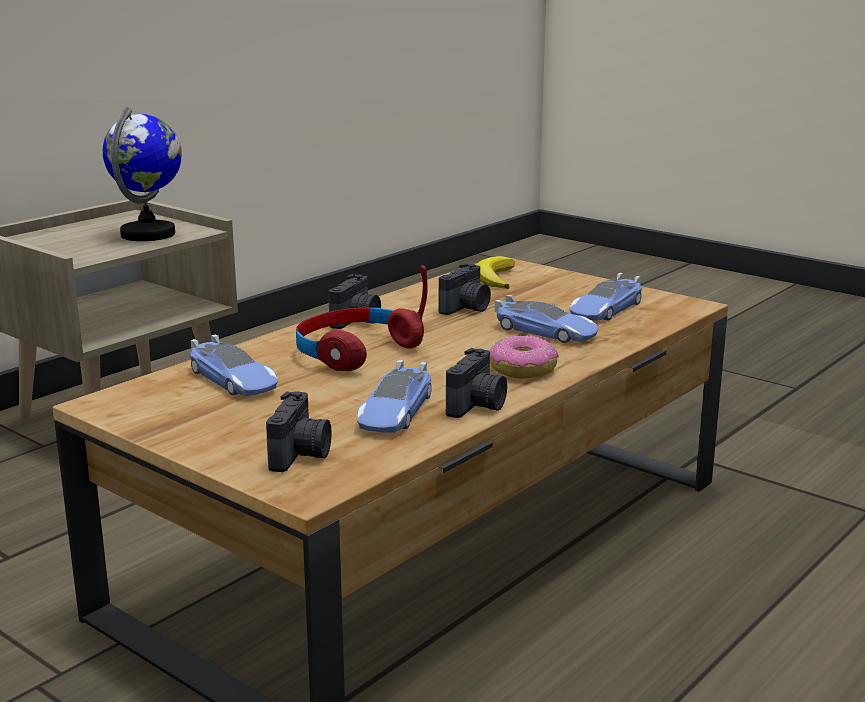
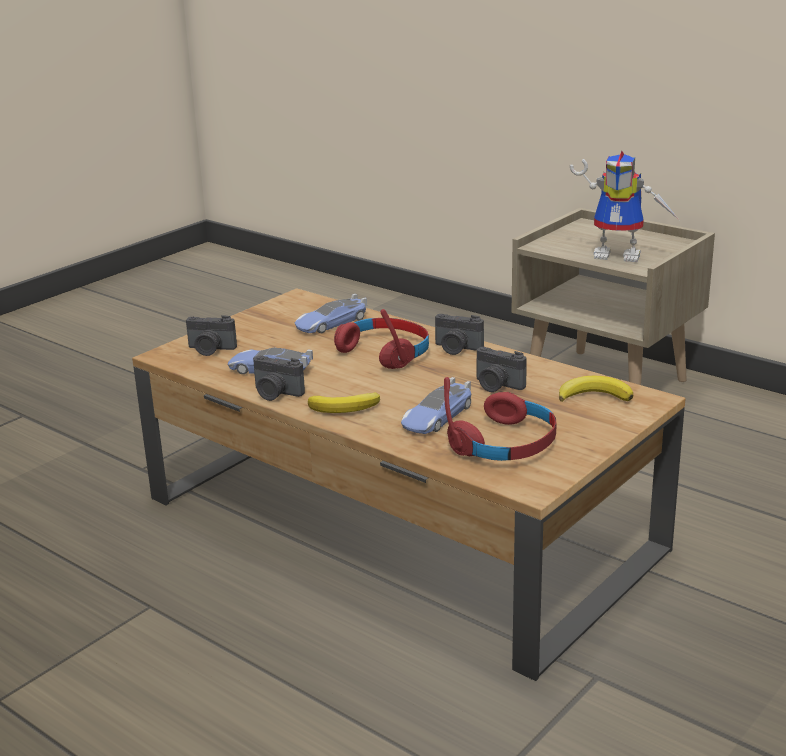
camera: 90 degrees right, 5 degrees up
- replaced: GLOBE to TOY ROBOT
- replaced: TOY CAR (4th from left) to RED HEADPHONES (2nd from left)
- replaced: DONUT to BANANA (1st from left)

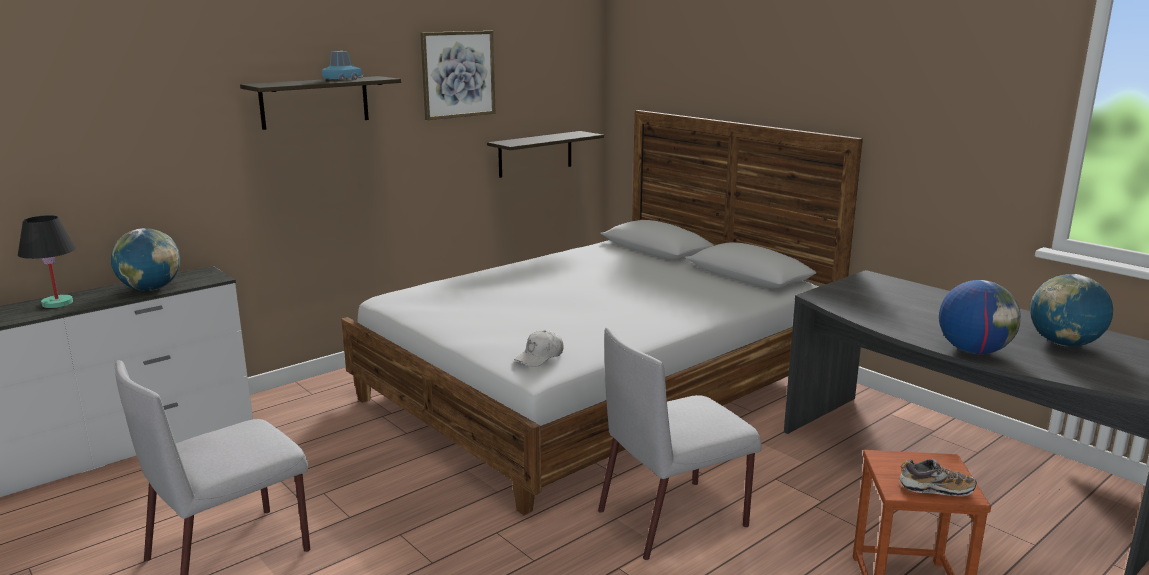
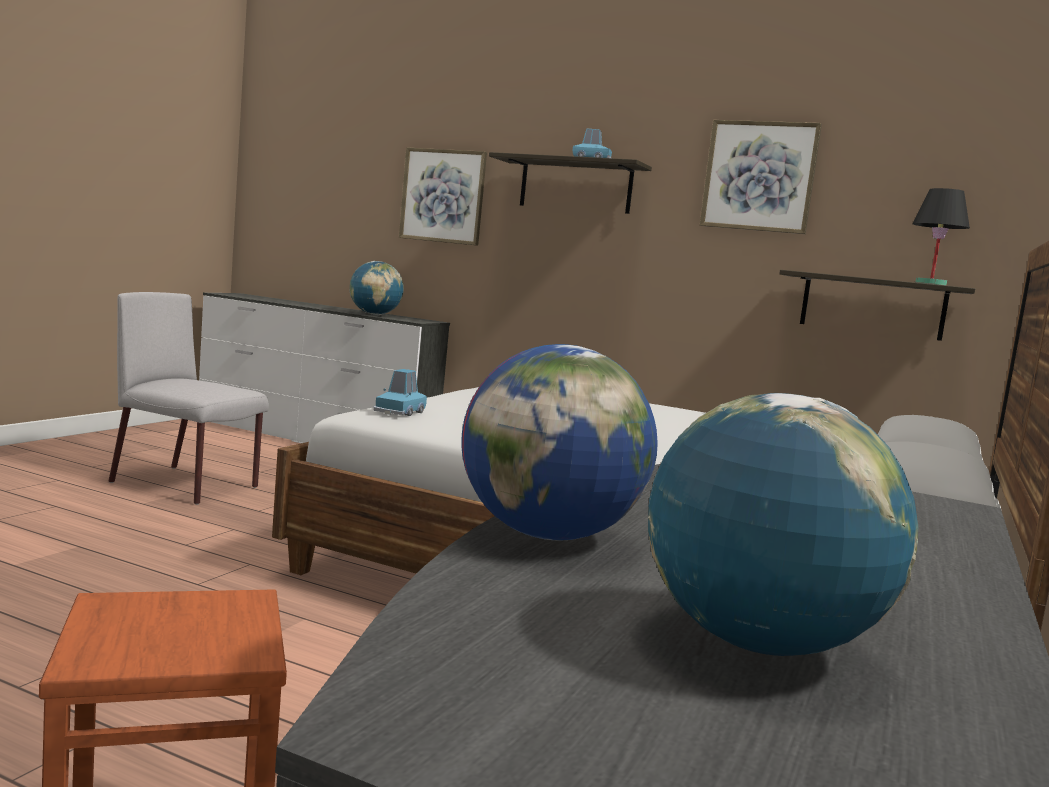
camera: 65 degrees right, 10 degrees down
- moved: BLACK TABLE LAMP
- removed: GREY CHAIR (2nd from left)
- replaced: WHITE CAP to BLUE TOY CAR (1st from left)
- removed: SHOE
- added: PICTURE (1st from left)

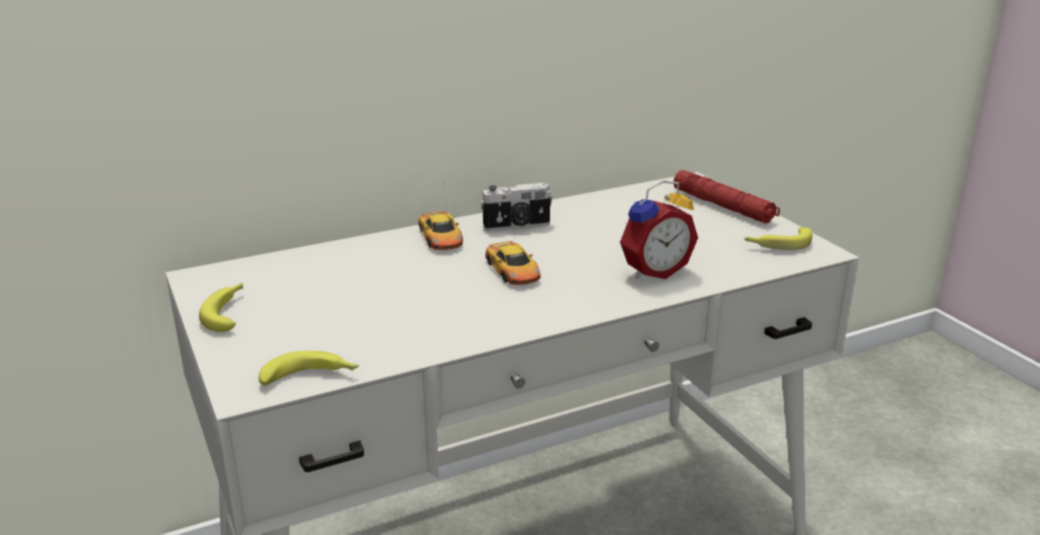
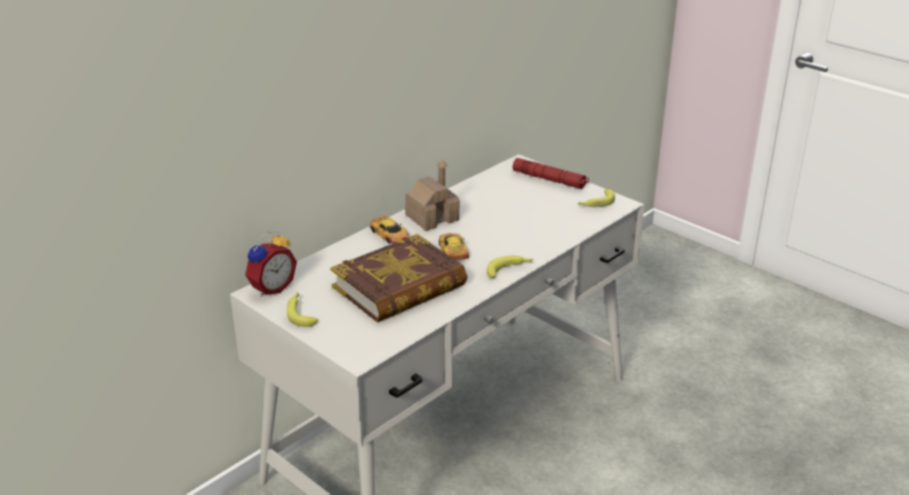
camera: 20 degrees left, 5 degrees up
- moved: ALARM CLOCK
- replaced: PHOTO CAMERA to TOY HOUSE
- turned: TOY CAR (2nd from left) 150 degrees counterclockwise
- moved: BANANA (2nd from left)
- added: BOOK

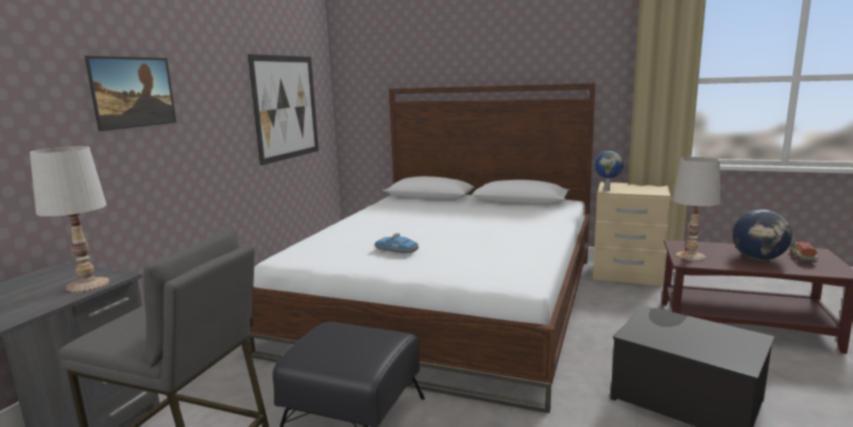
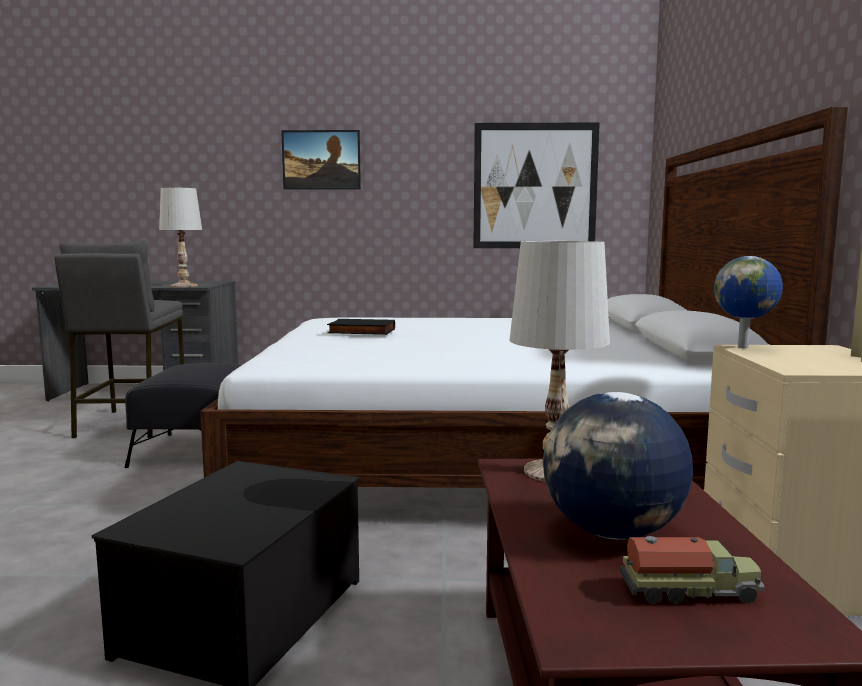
camera: 70 degrees right, 5 degrees down
- replaced: TOY CAR to BLACK BOOK

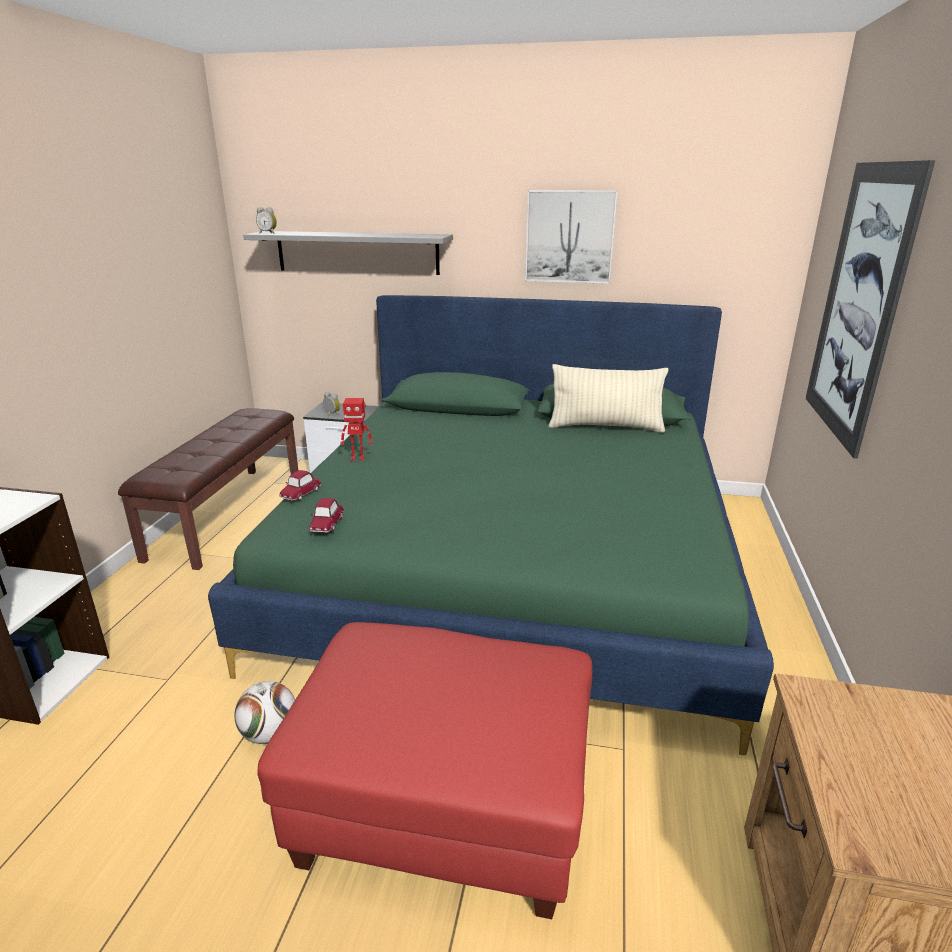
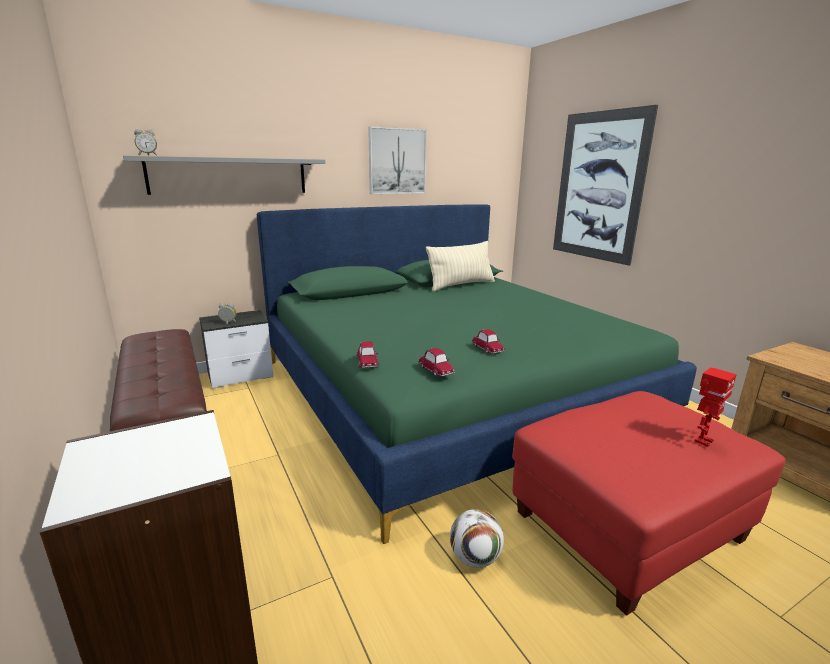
camera: 40 degrees left, 5 degrees down
- moved: TOY ROBOT
- added: TOY CAR (3rd from left)

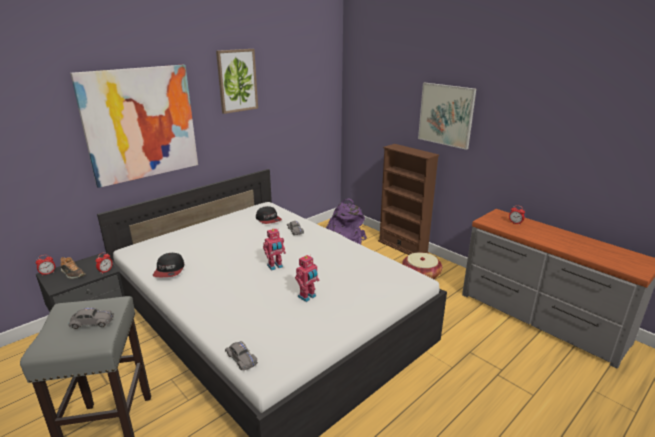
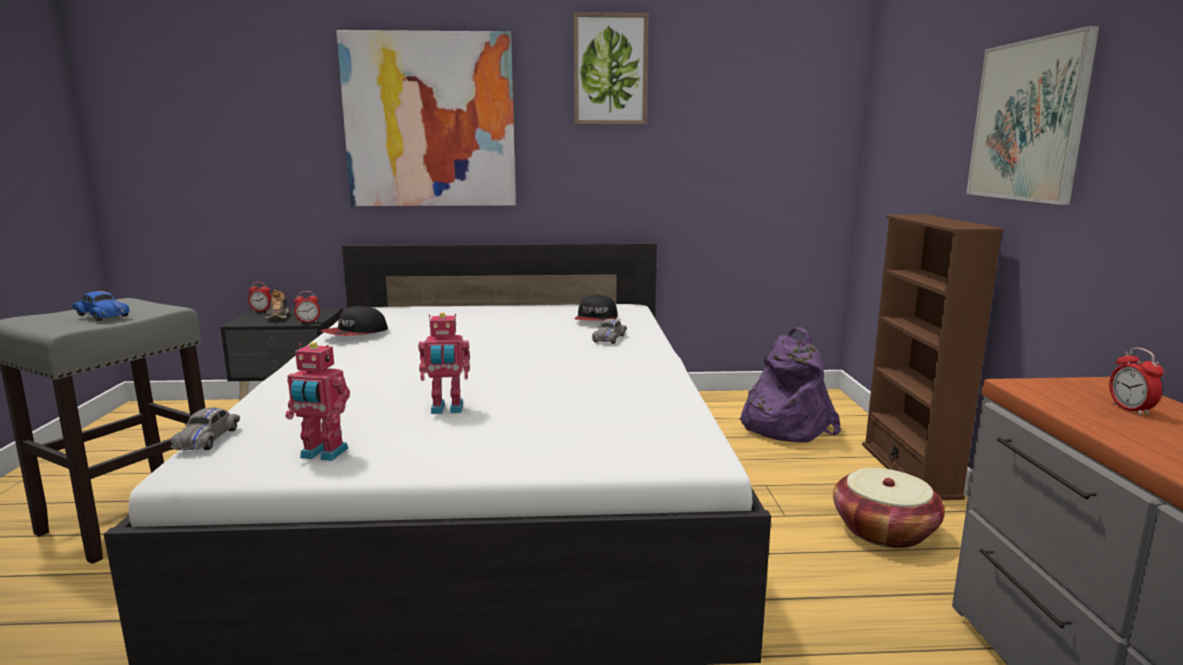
camera: 40 degrees right, 10 degrees down
- moved: TOY ROBOT (1st from left)
- recoloured: GREY TOY CAR (1st from left) to BLUE TOY CAR

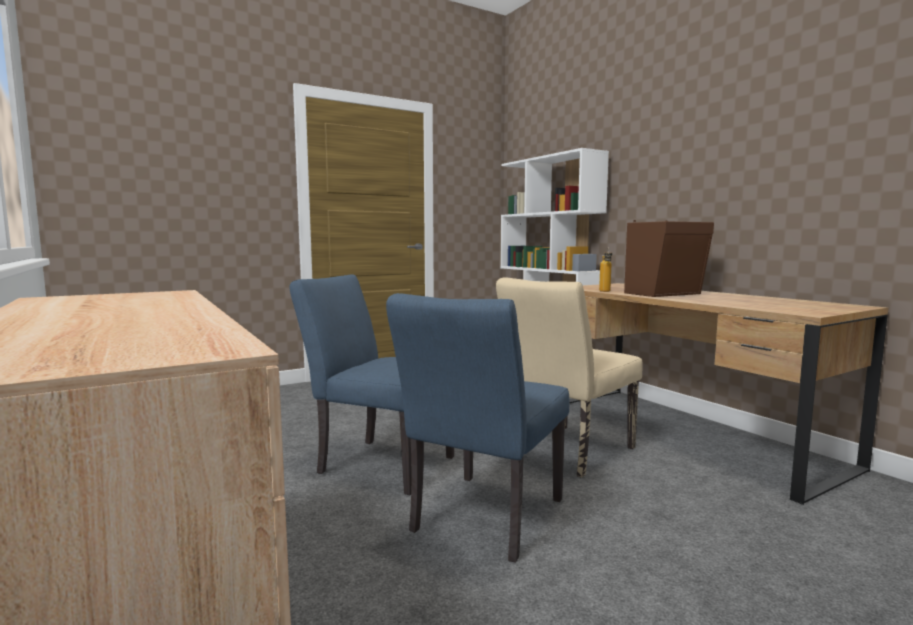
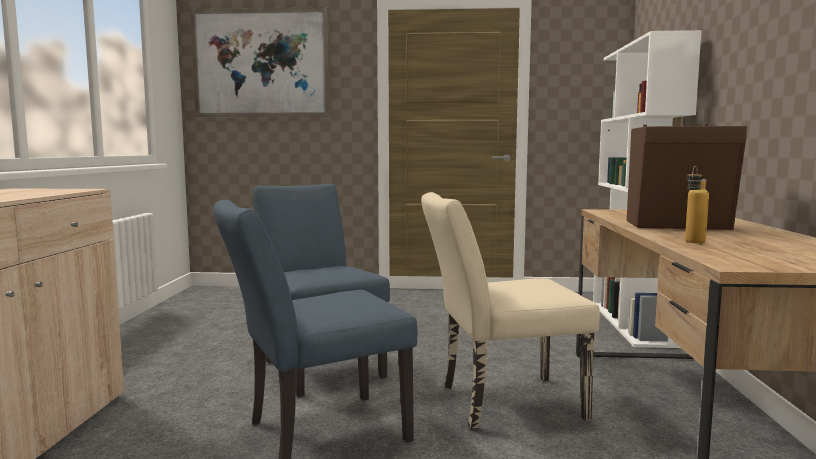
camera: 35 degrees right, 0 degrees up
- moved: BOTTLE
- added: PICTURE

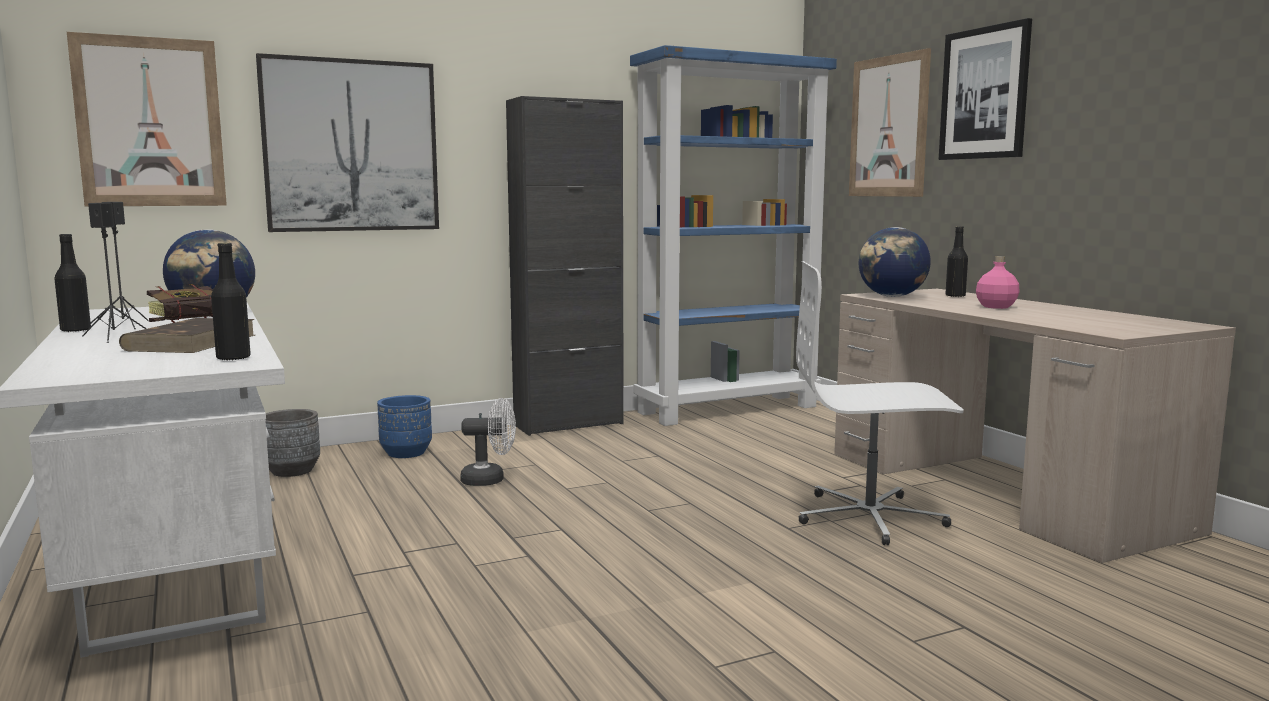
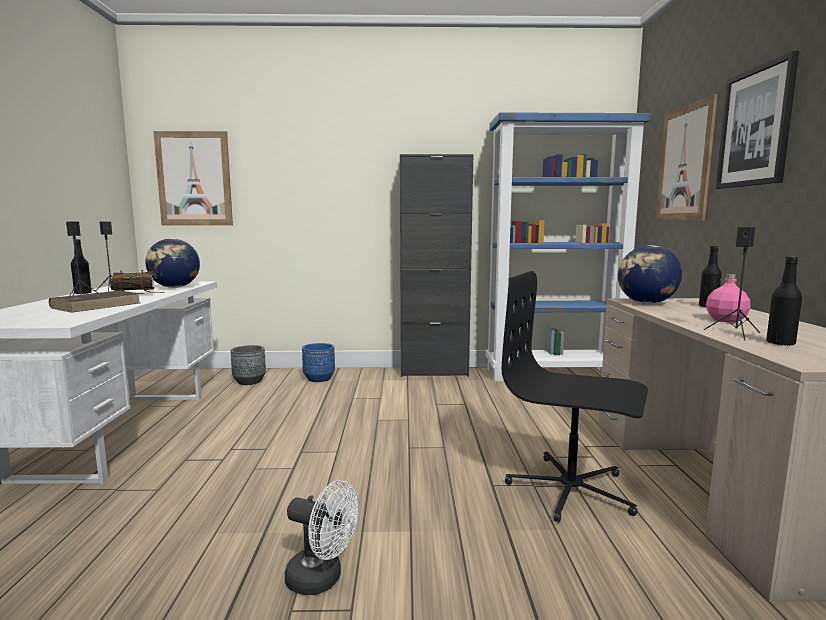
camera: 25 degrees right, 0 degrees up
- removed: PICTURE (2nd from left)
- moved: BLACK BOTTLE (2nd from left in the first image) to BLACK BOTTLE (3rd from left)
- recoloured: WHITE OFFICE CHAIR to BLACK OFFICE CHAIR
- moved: WHITE FAN
- added: BLACK SPEAKER (3rd from left)

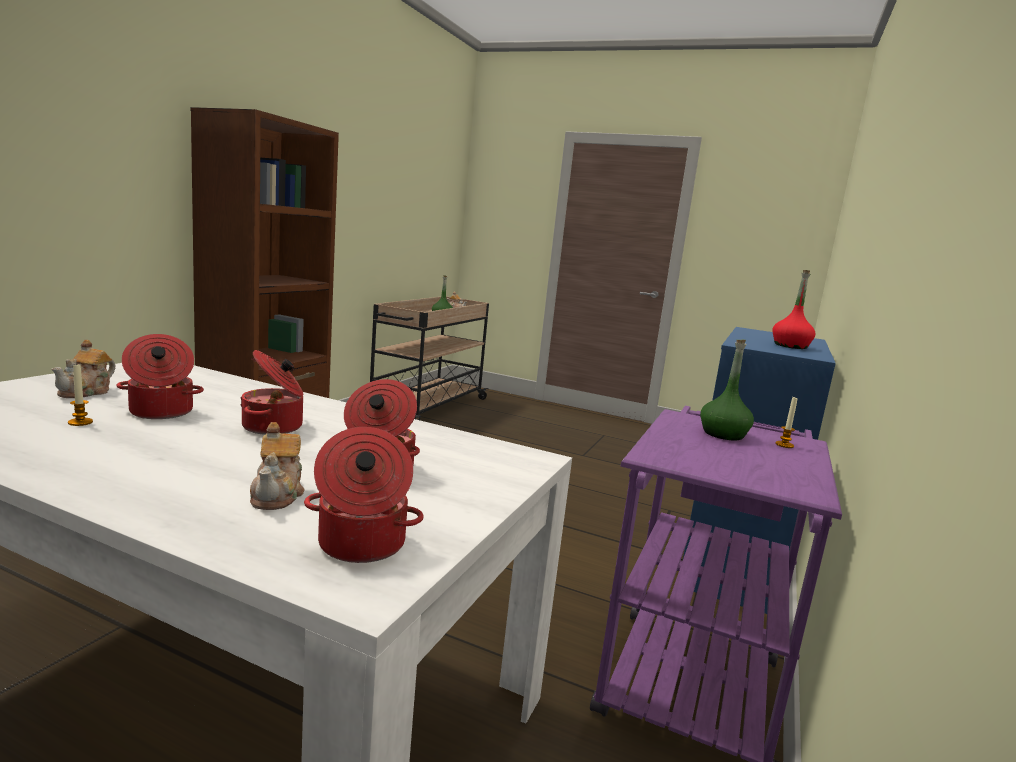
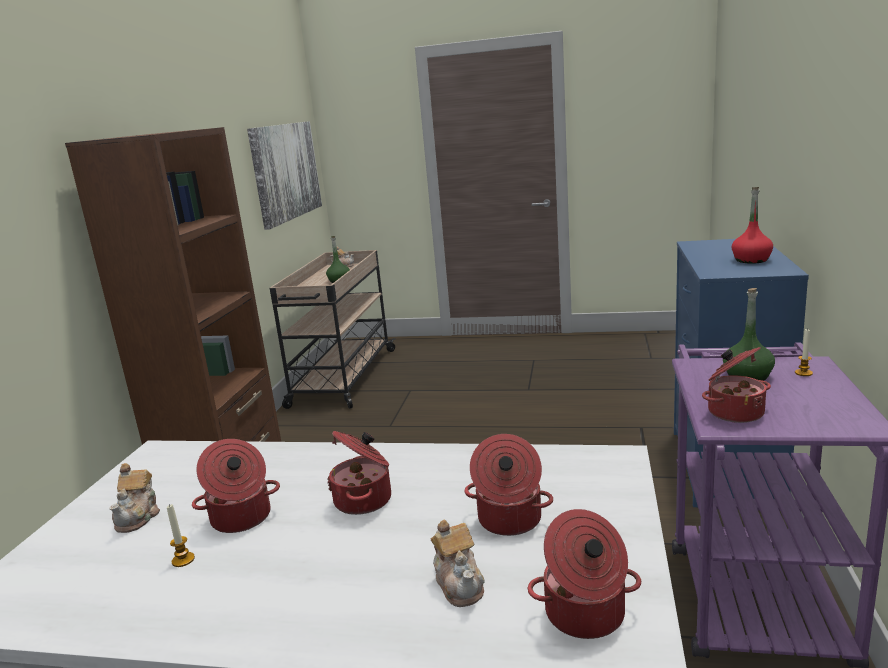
camera: 10 degrees left, 5 degrees up
- added: PICTURE
- added: COOKING POT (5th from left)

